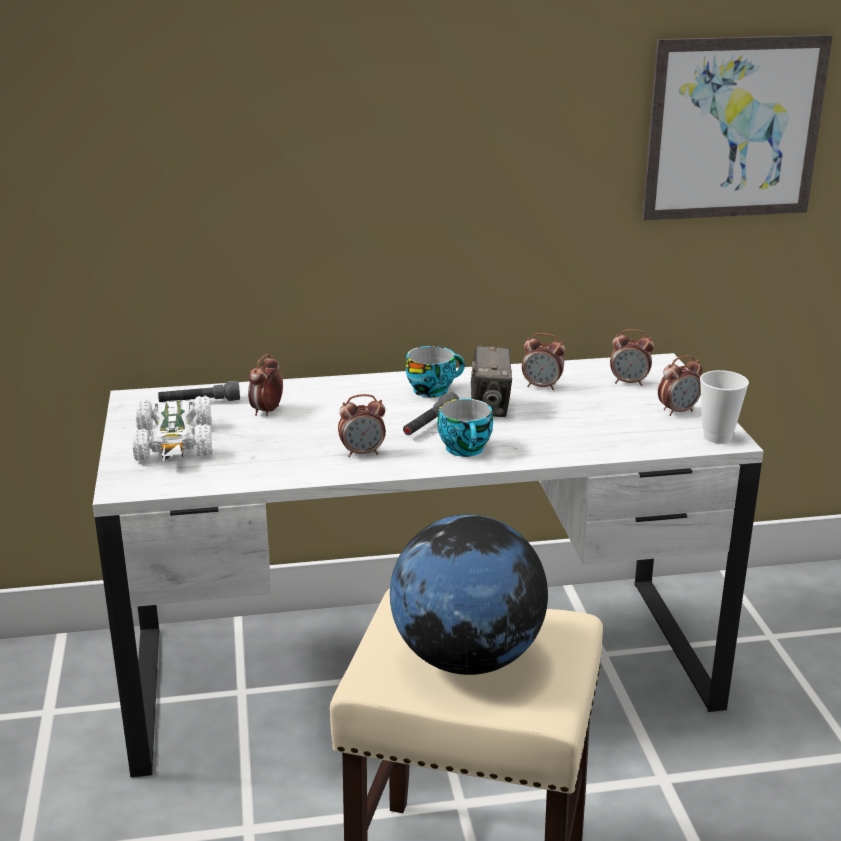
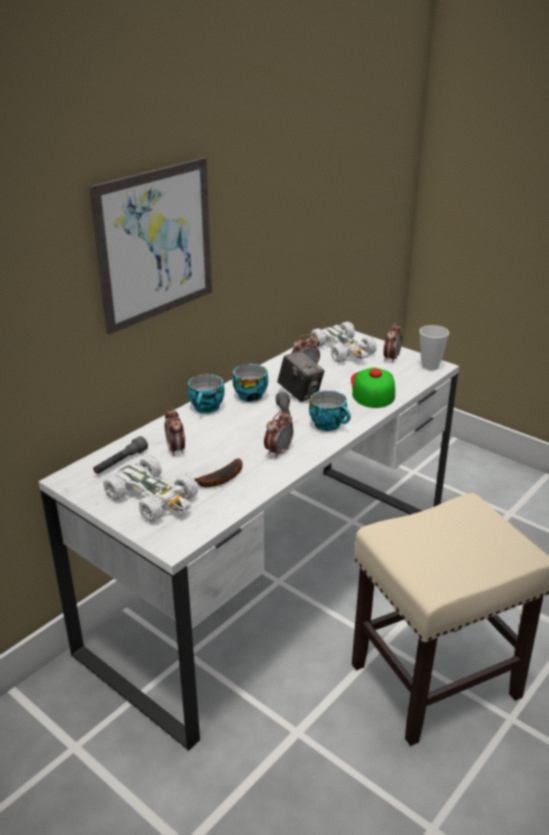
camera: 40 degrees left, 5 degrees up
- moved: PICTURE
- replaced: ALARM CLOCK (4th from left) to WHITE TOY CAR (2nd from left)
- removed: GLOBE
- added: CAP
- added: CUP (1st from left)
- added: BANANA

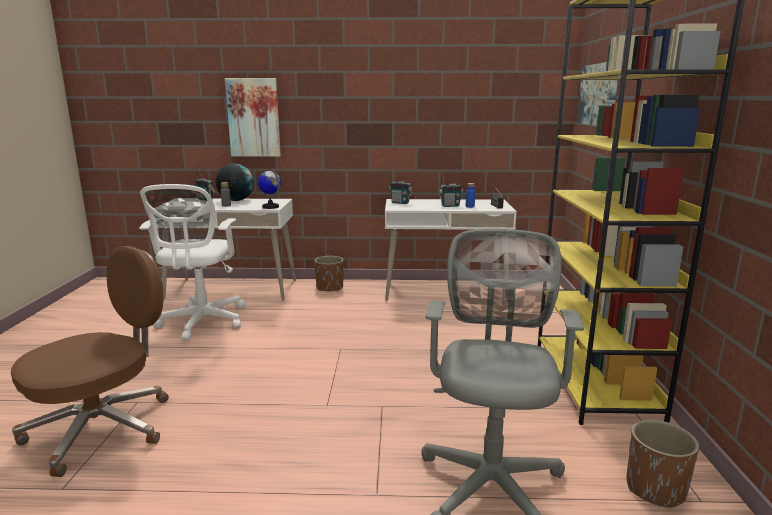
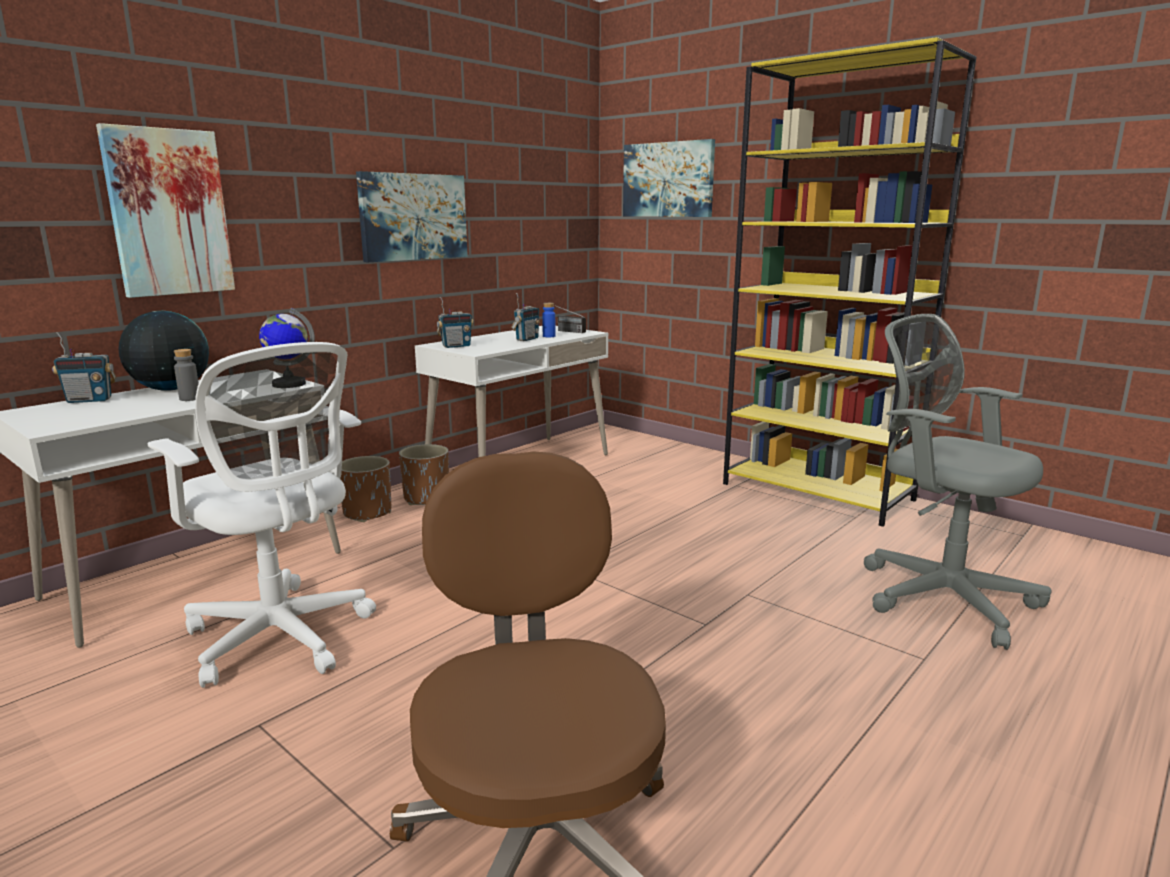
camera: 50 degrees left, 0 degrees up
- moved: BROWN PLANTER (2nd from left)
- added: PICTURE (2nd from left)

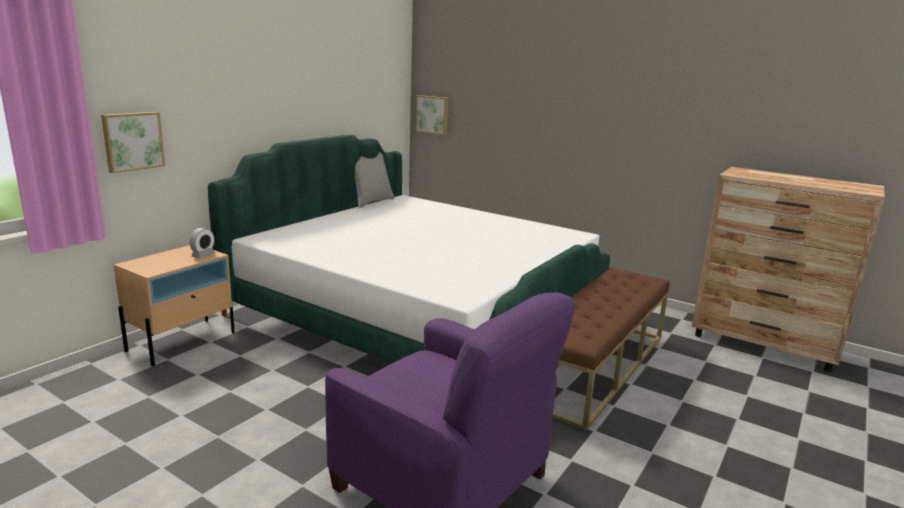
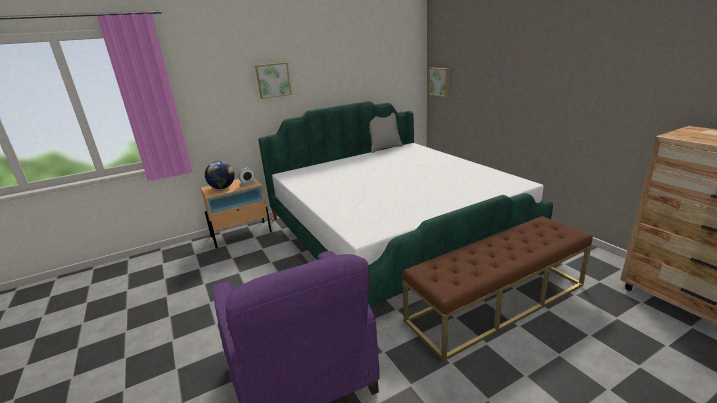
camera: 30 degrees right, 5 degrees up
- moved: PICTURE (1st from left)
- added: GLOBE

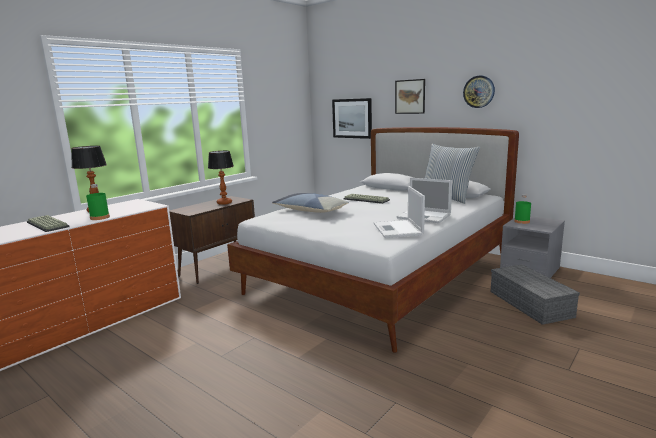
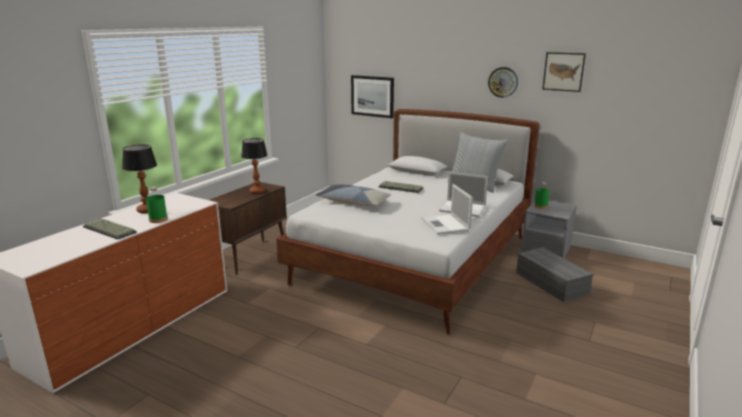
camera: 10 degrees left, 5 degrees up
- moved: PICTURE (2nd from left)

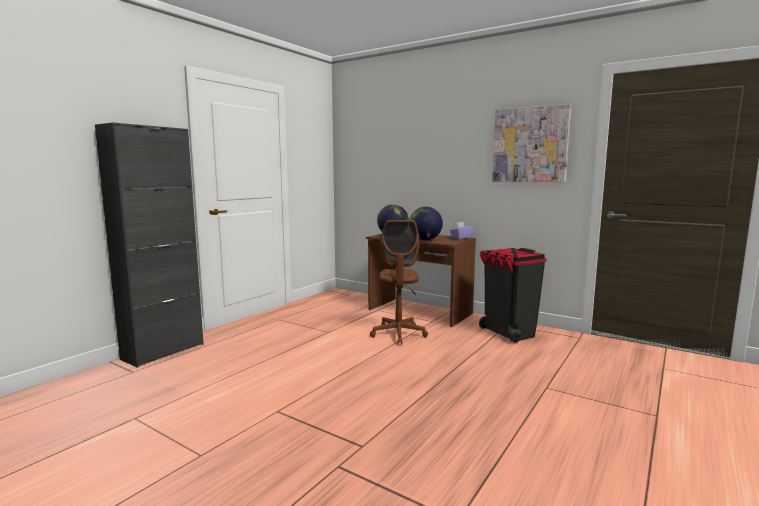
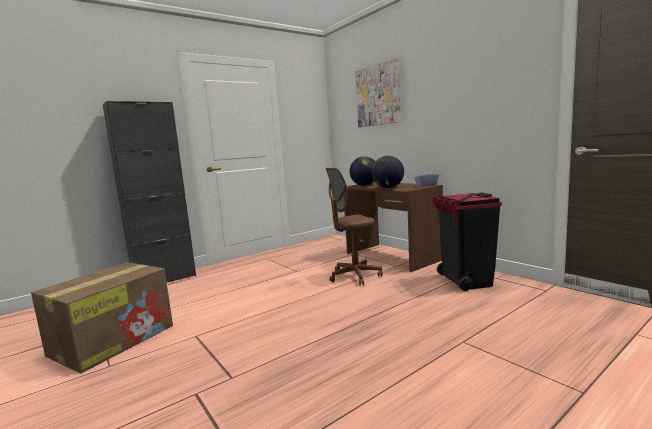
camera: 20 degrees right, 0 degrees up
- moved: PICTURE
- turned: BROWN OFFICE CHAIR 45 degrees clockwise
- added: CARDBOARD BOX

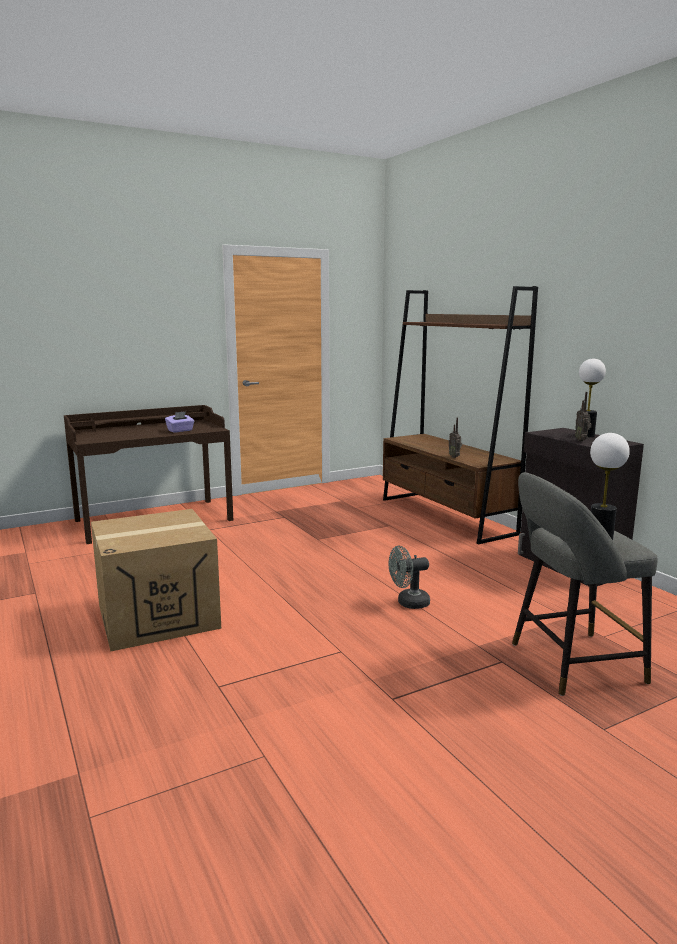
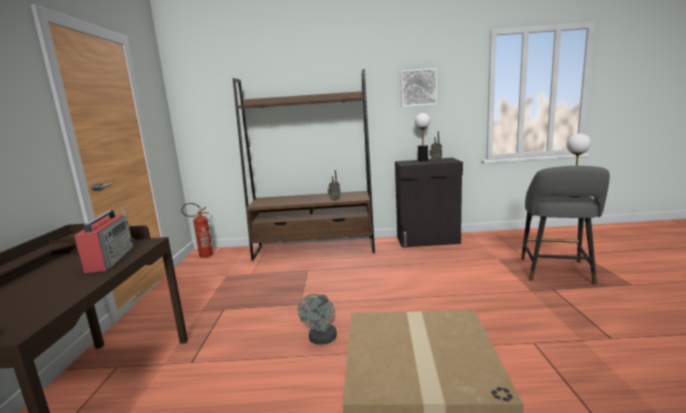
camera: 60 degrees left, 0 degrees up
- replaced: PURPLE TISSUE BOX to RADIO (1st from left)
- moved: GREY FAN
- added: PICTURE
- added: FIRE EXTINGUISHER

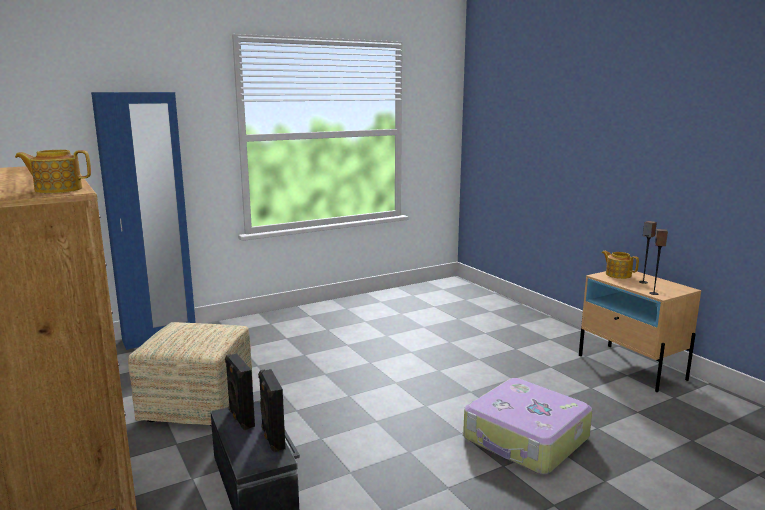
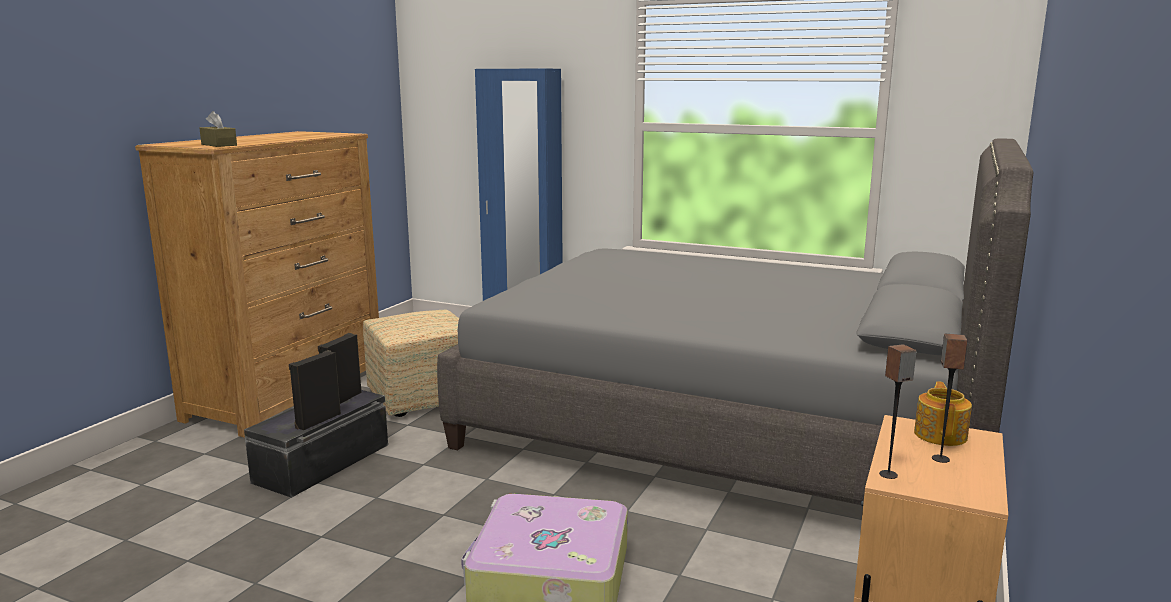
camera: 55 degrees right, 0 degrees up
- replaced: TEAPOT (1st from left) to BROWN TISSUE BOX
- added: GREY BED

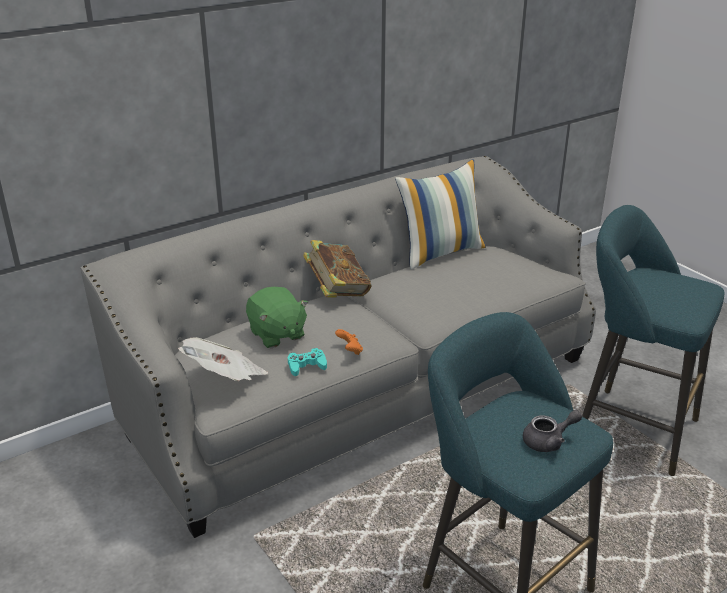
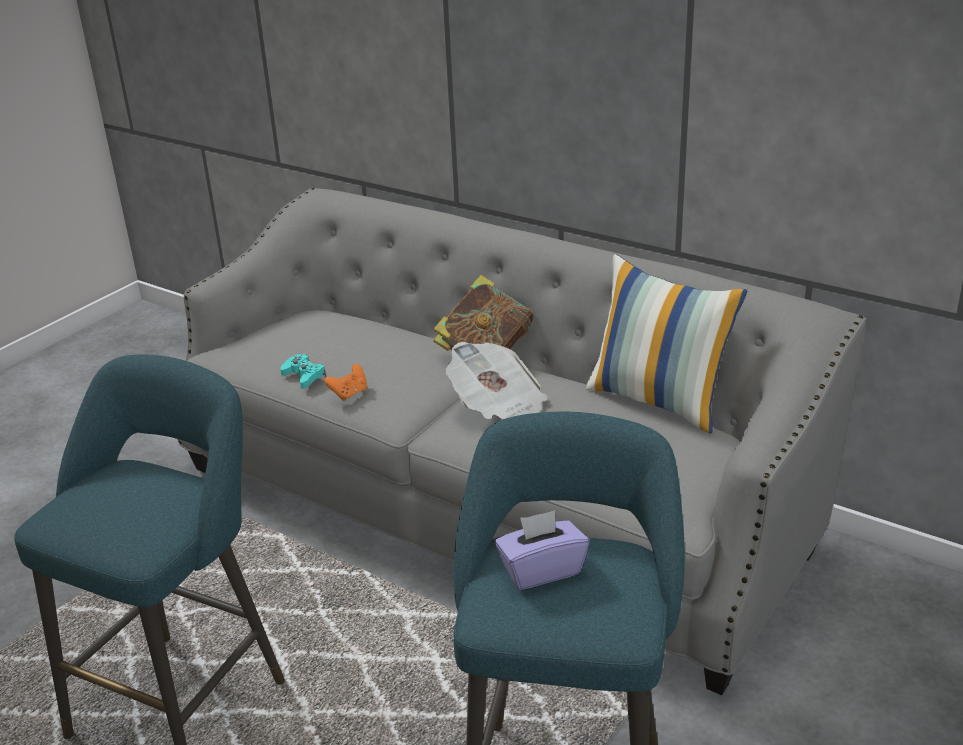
camera: 70 degrees right, 0 degrees up
- removed: GREEN PLUSH TOY
- moved: NEWSPAPER
- removed: GREY TEAPOT
- added: PURPLE TISSUE BOX

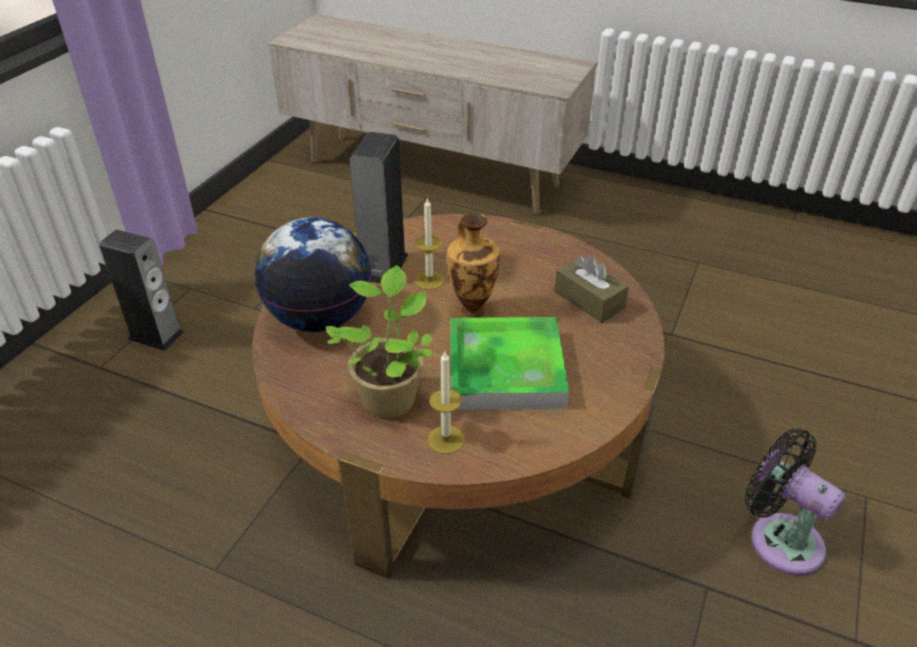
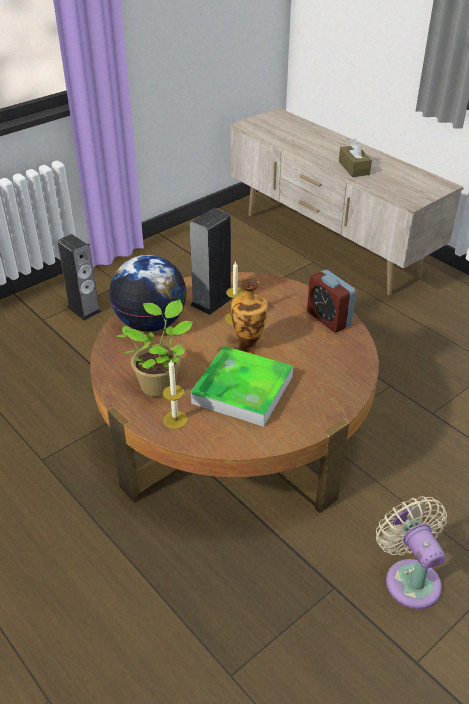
camera: 25 degrees right, 0 degrees up
- moved: BROWN TISSUE BOX
- recoloured: BLACK FAN to BEIGE FAN
- added: ALARM CLOCK

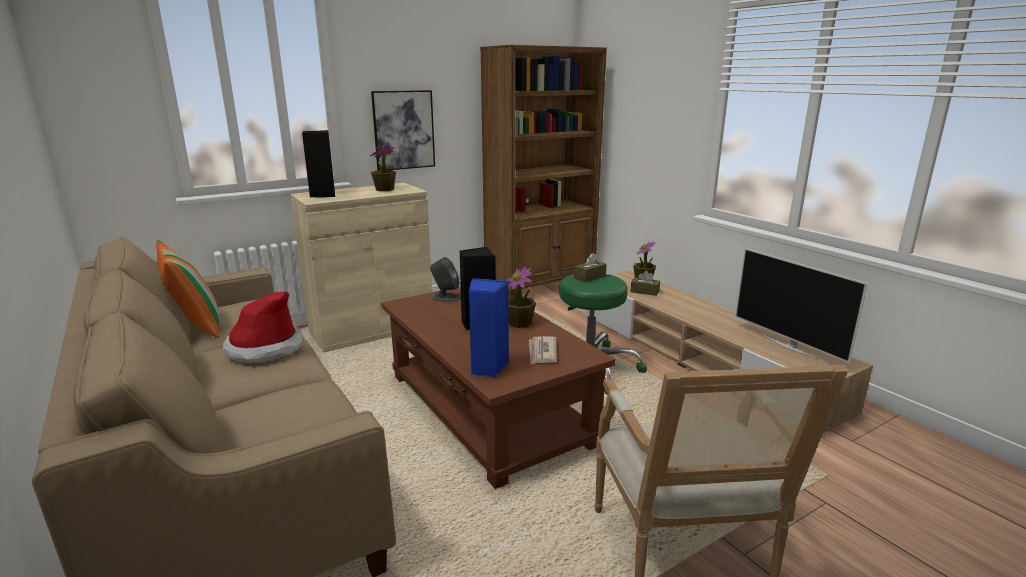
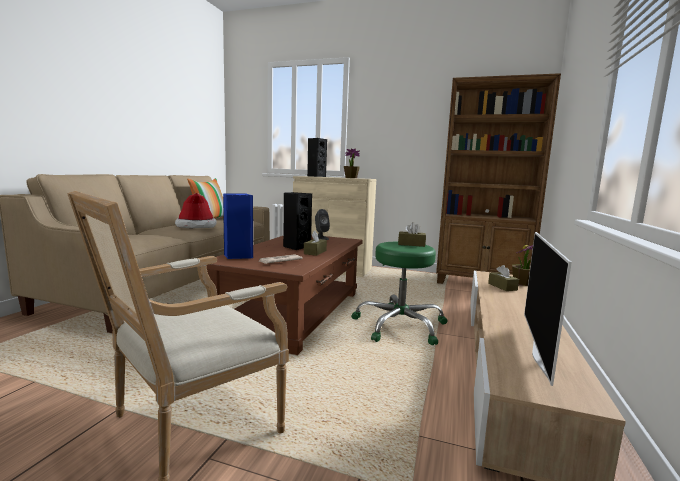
camera: 50 degrees right, 10 degrees down
- removed: PICTURE
- replaced: POTTED PLANT (2nd from left) to BROWN TISSUE BOX (1st from left)

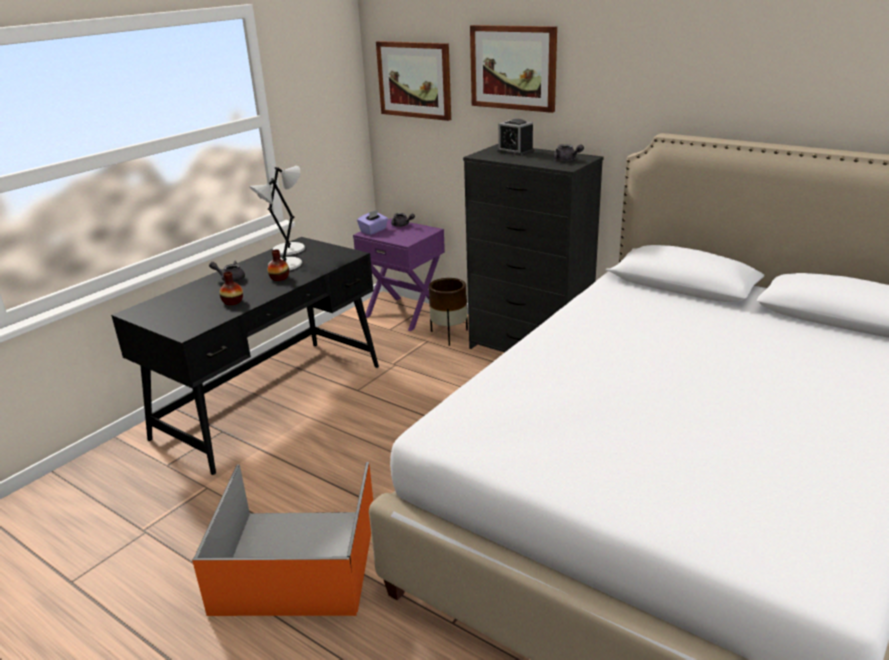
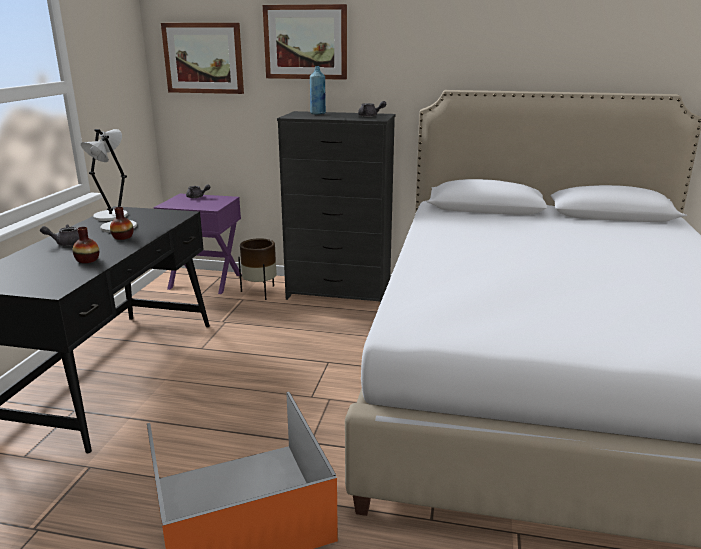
camera: 25 degrees left, 5 degrees down
- replaced: ALARM CLOCK to BLUE BOTTLE
- removed: PURPLE TISSUE BOX

